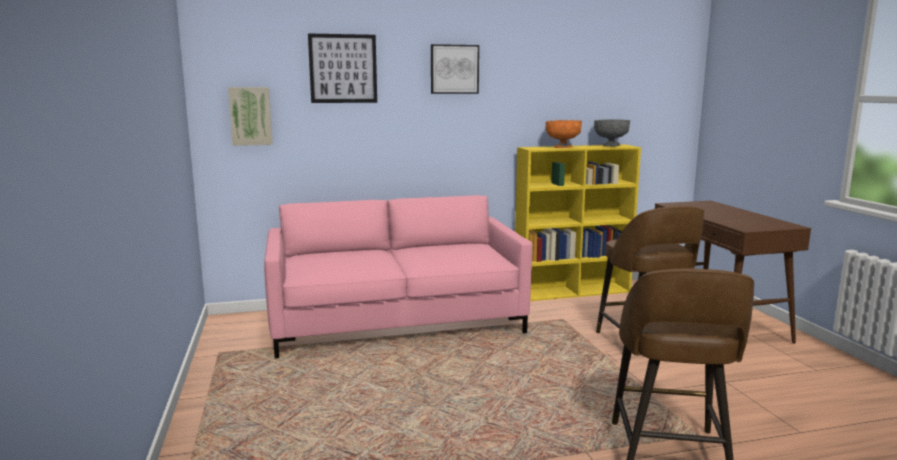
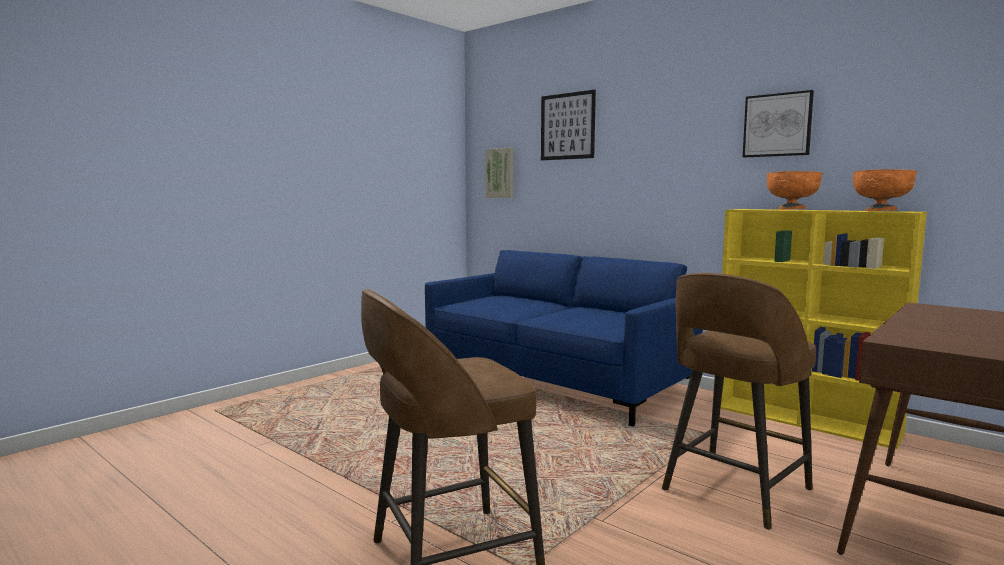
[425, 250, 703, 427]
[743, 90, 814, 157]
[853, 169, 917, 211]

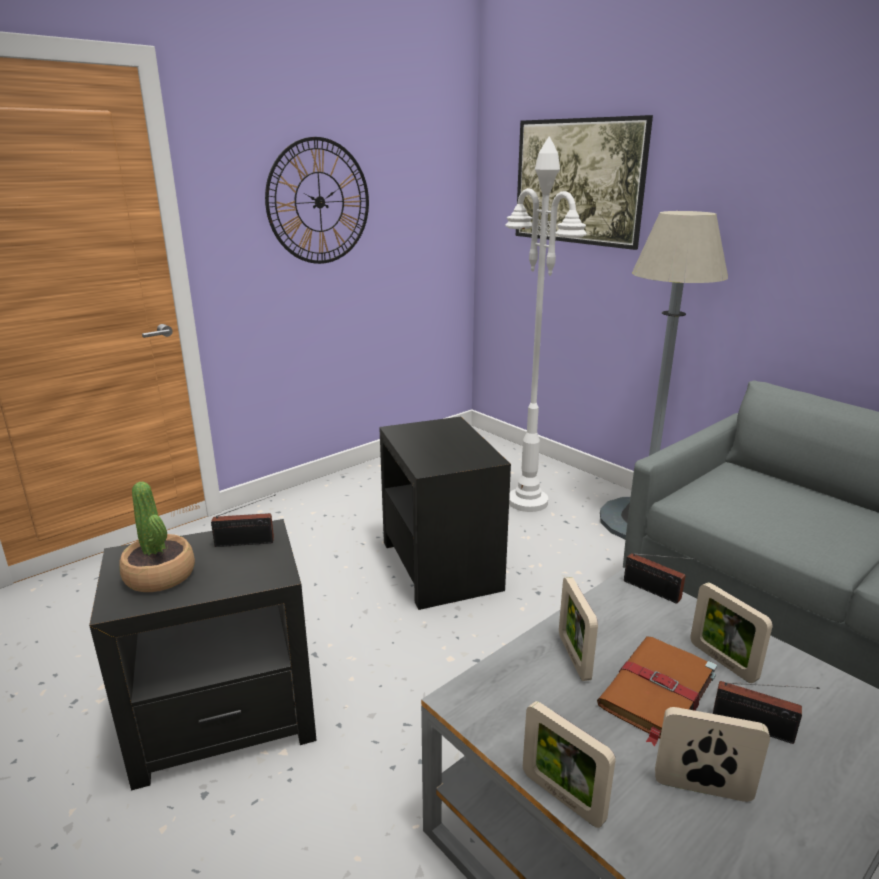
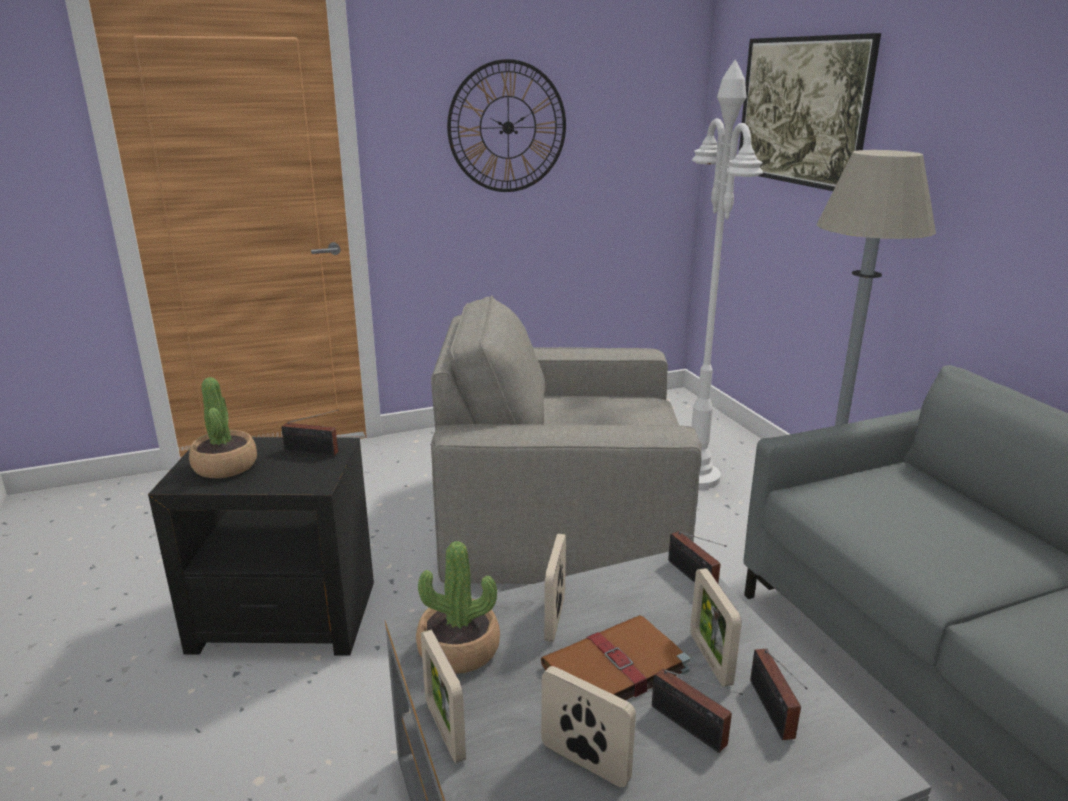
[431, 295, 702, 584]
[416, 541, 500, 674]
[750, 649, 808, 740]

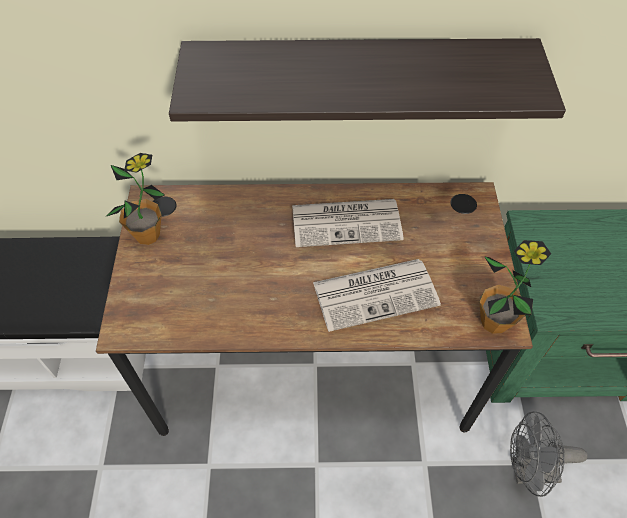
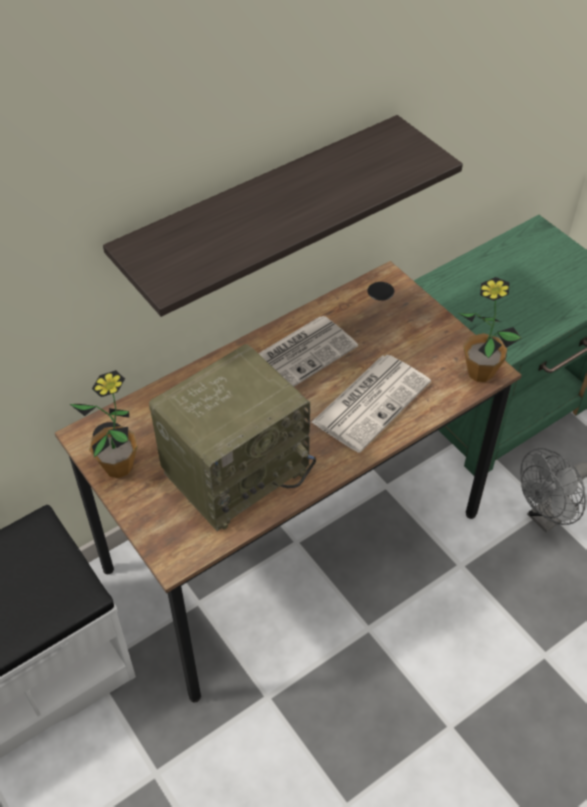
[149, 344, 316, 531]

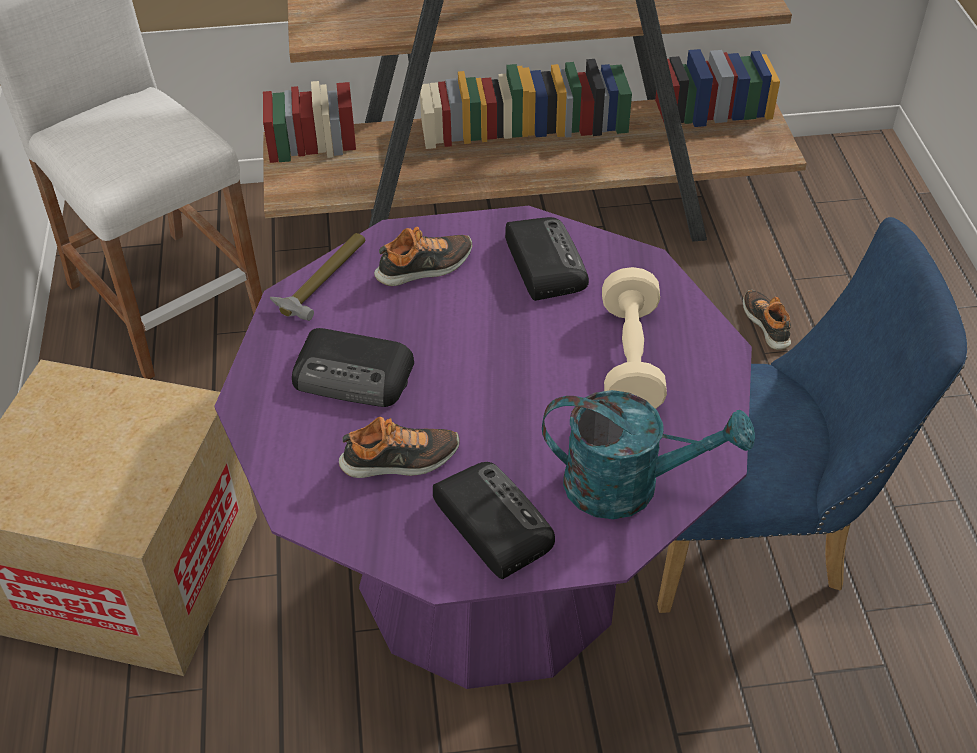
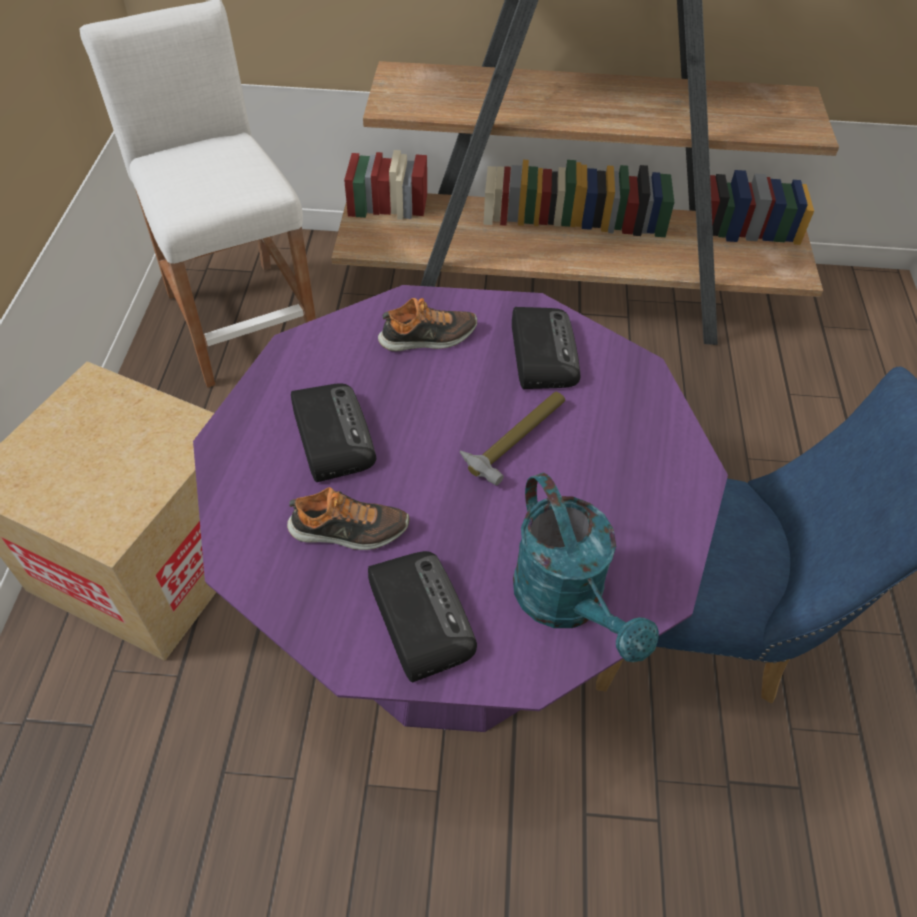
[460, 392, 565, 486]
[291, 383, 376, 482]
[513, 473, 659, 662]
[602, 267, 667, 409] (first image)
[743, 290, 791, 350] (first image)

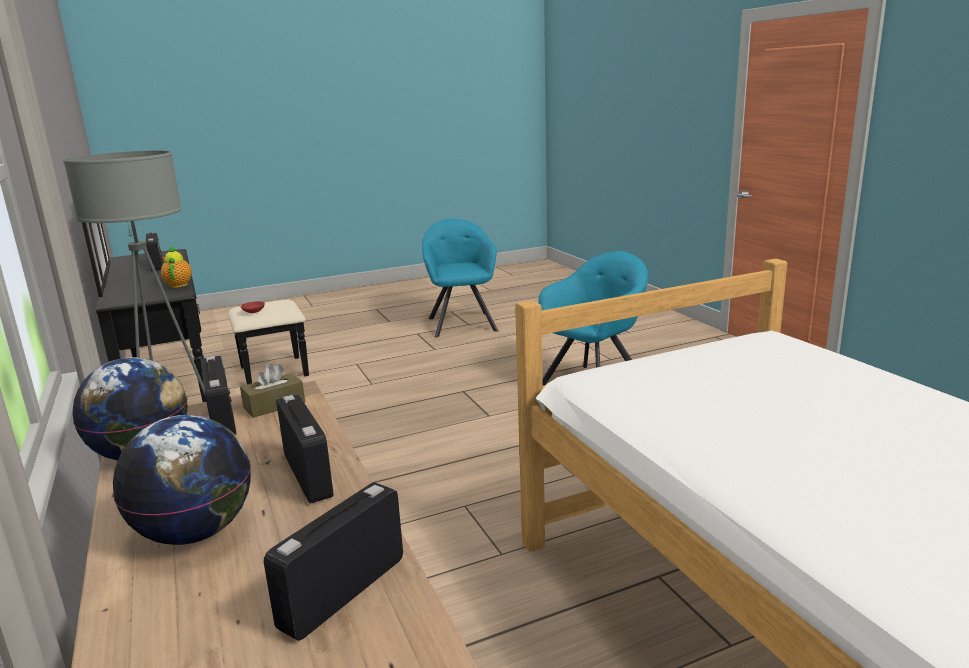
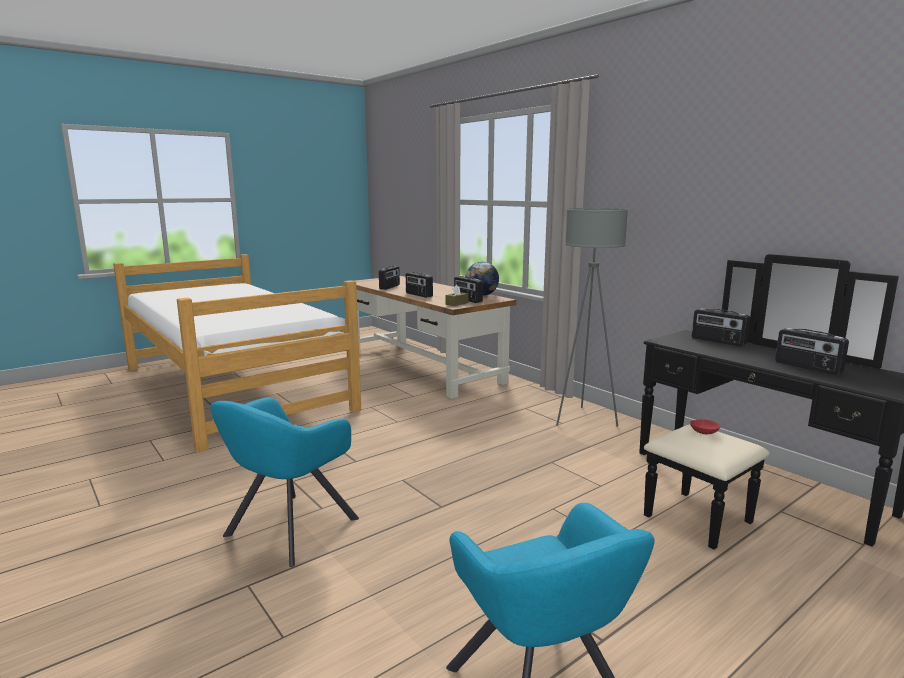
[113, 415, 251, 545] (first image)
[161, 245, 192, 288] (first image)
[692, 308, 750, 347]

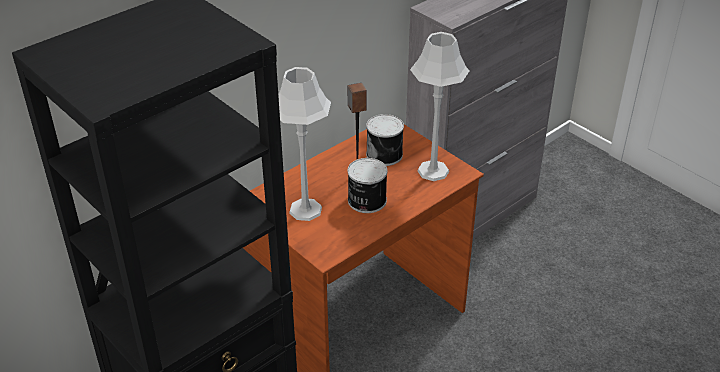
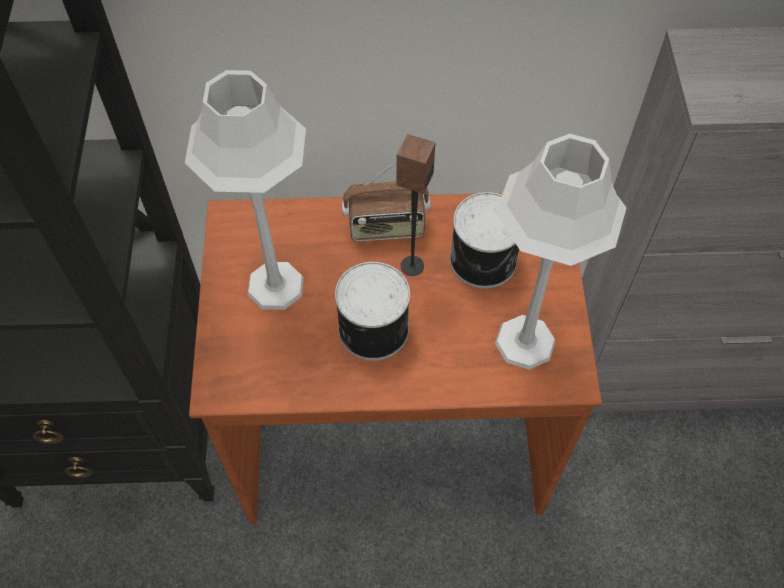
[342, 162, 430, 242]

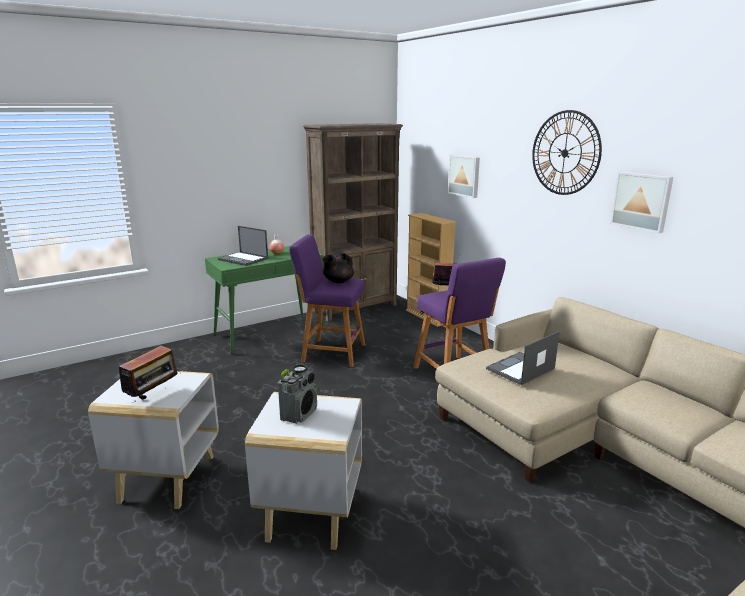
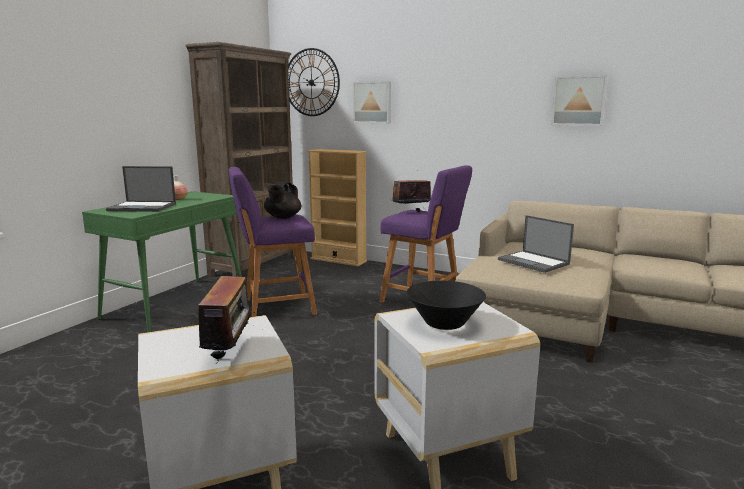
[407, 281, 486, 330]
[498, 215, 574, 273]
[288, 48, 340, 116]

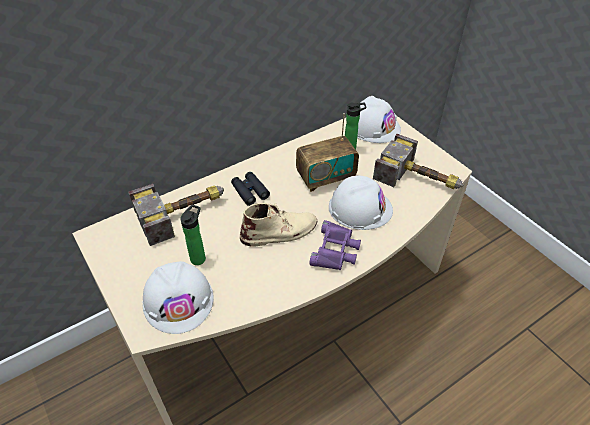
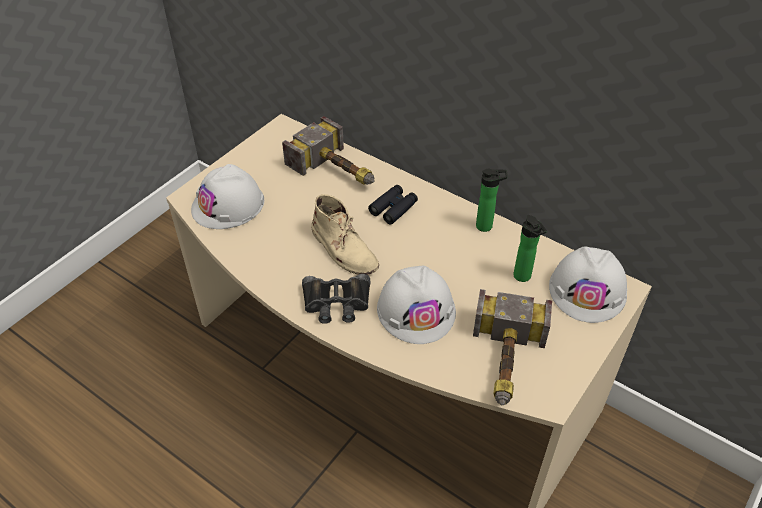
[476, 169, 507, 232]
[296, 113, 359, 192] (first image)
[302, 274, 370, 324]

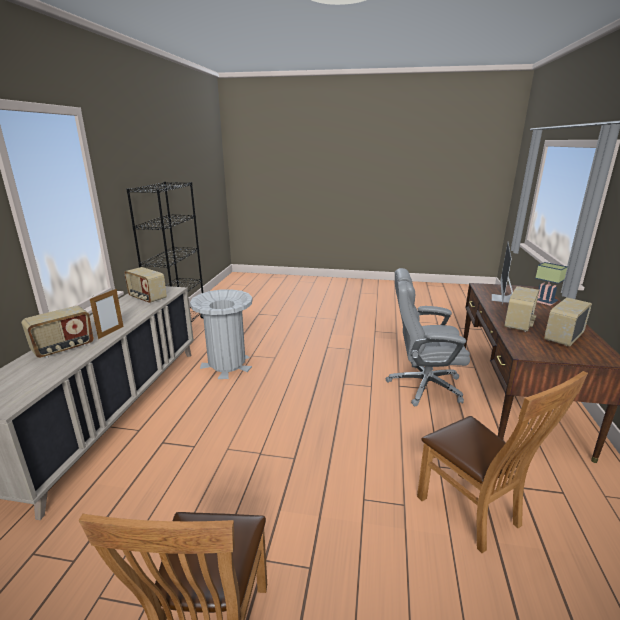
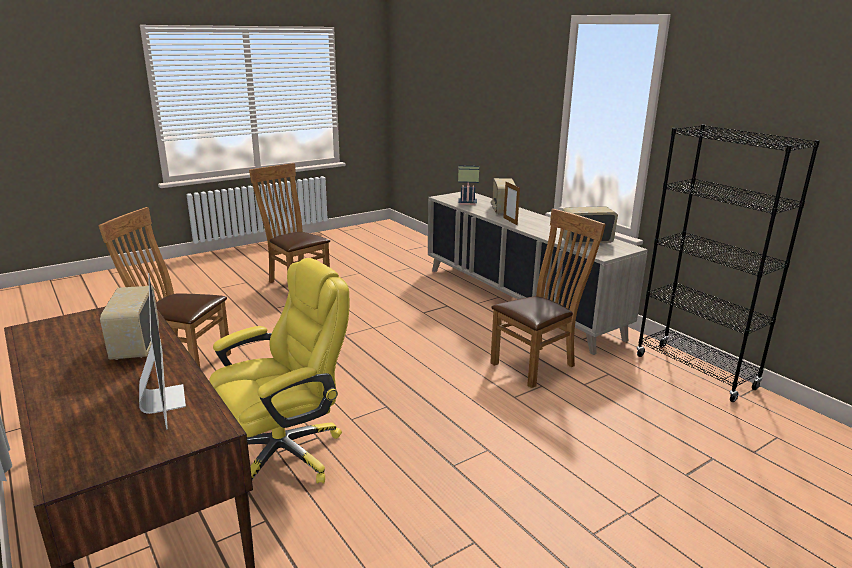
[490, 209, 606, 388]
[209, 258, 349, 484]
[458, 165, 479, 205]
[544, 297, 592, 347] (first image)

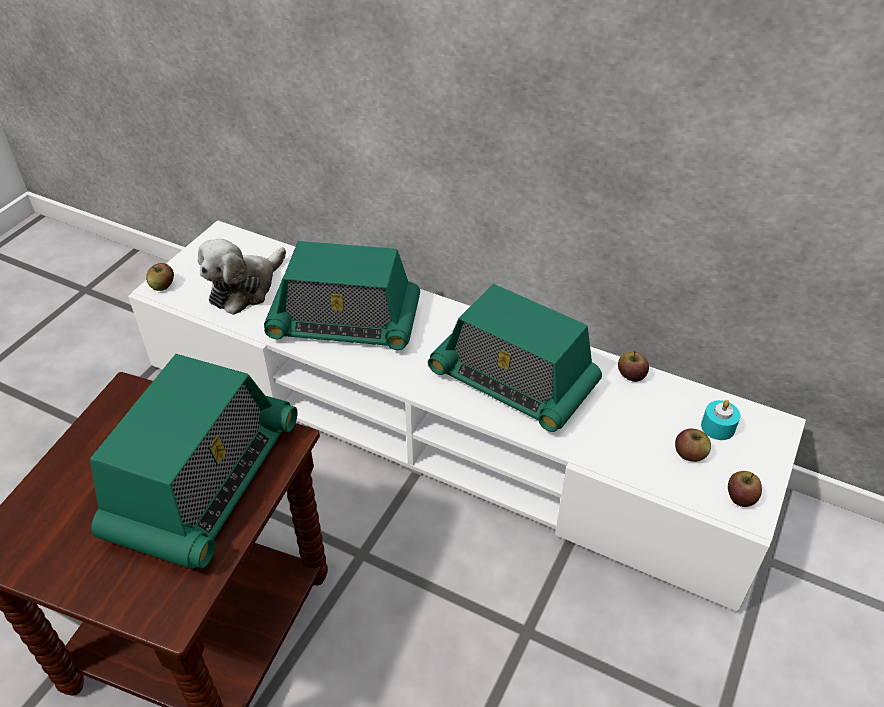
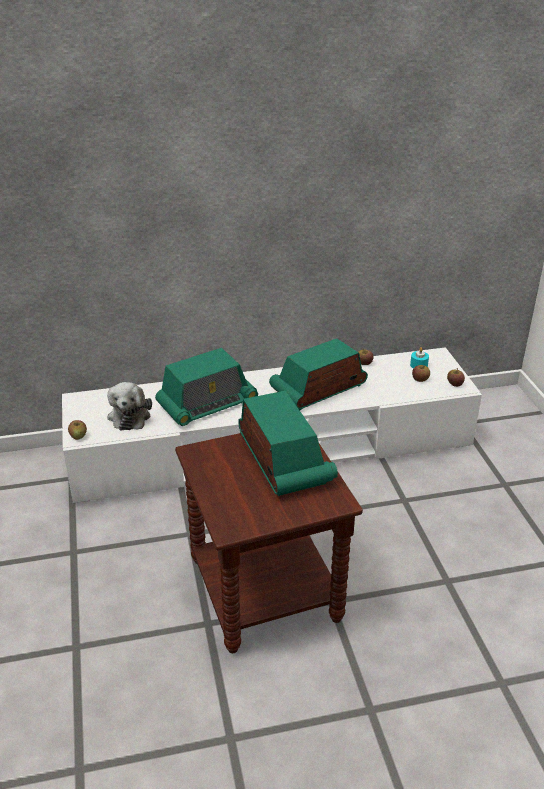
[269, 338, 368, 410]

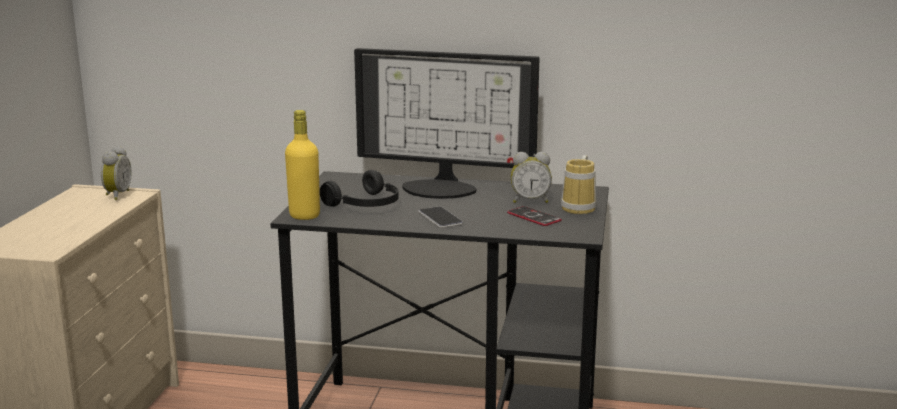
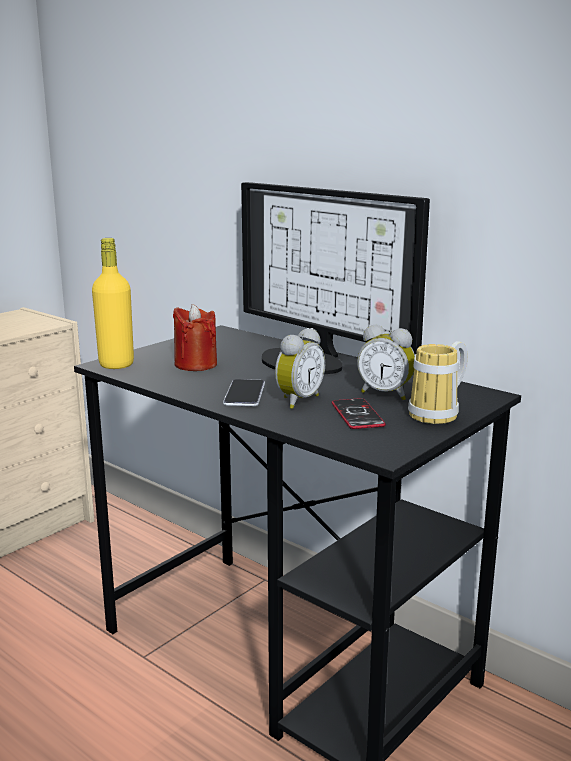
[275, 328, 326, 409]
[173, 304, 217, 371]

